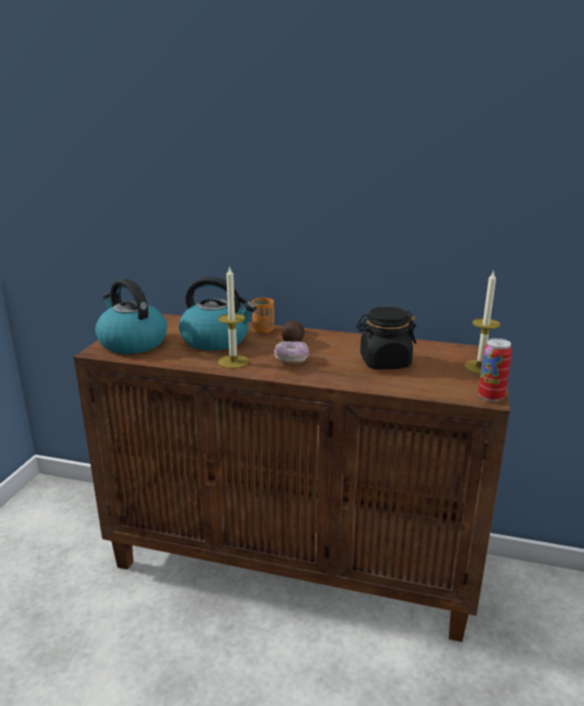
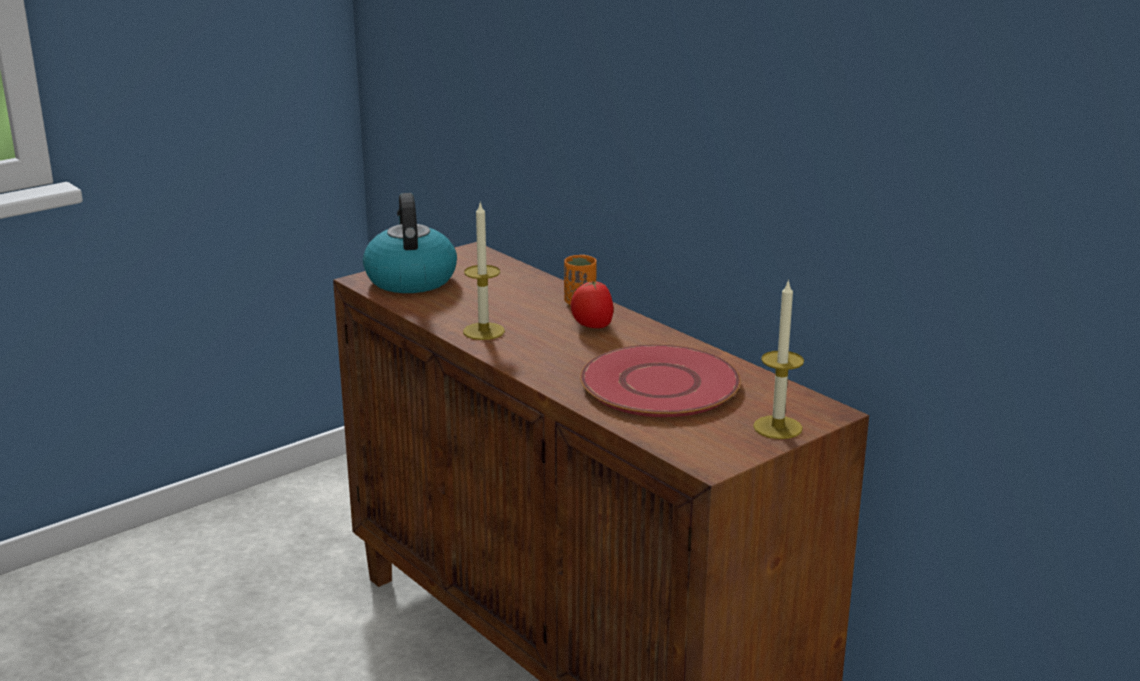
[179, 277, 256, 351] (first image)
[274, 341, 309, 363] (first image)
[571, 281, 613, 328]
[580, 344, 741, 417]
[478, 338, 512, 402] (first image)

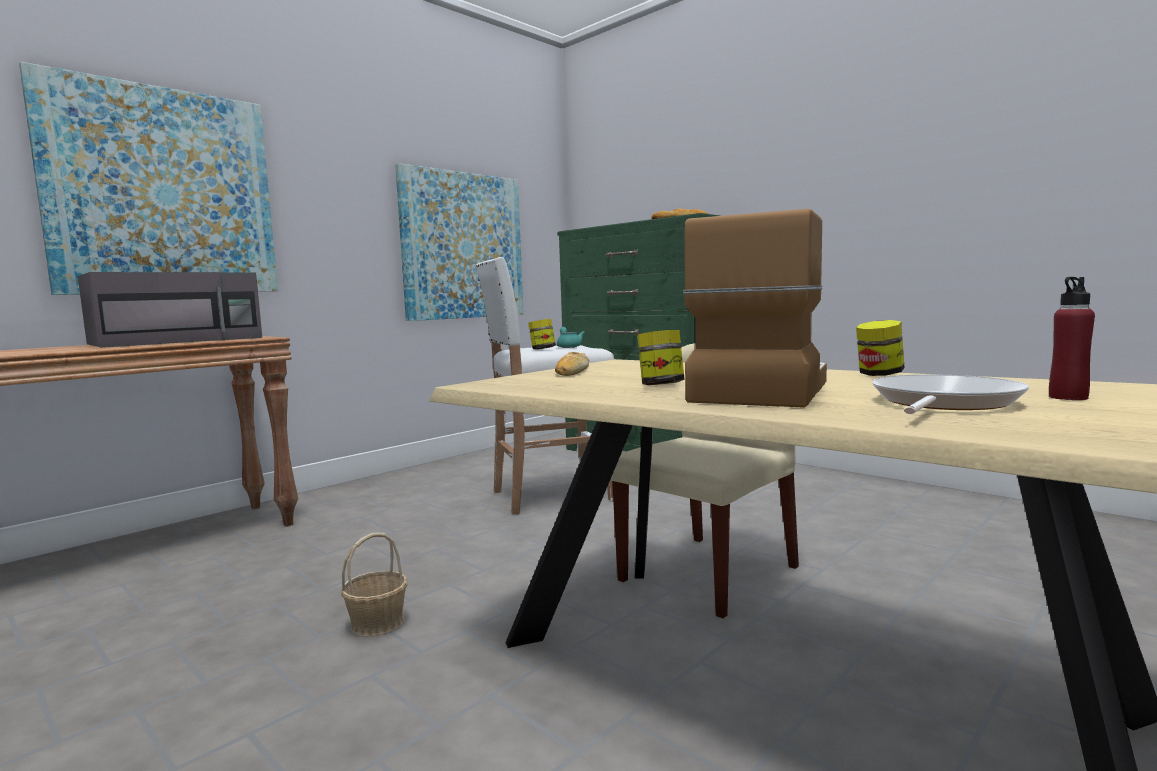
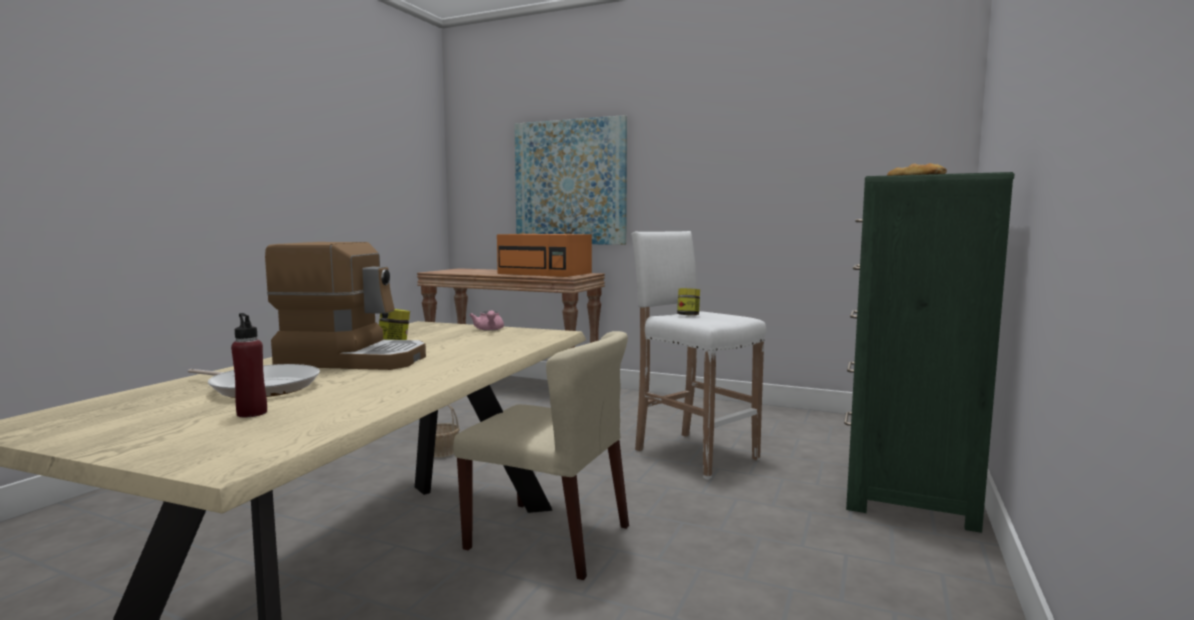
[497, 234, 592, 277]
[395, 163, 524, 321] (first image)
[469, 310, 504, 331]
[557, 327, 585, 348] (first image)
[856, 320, 905, 376] (first image)

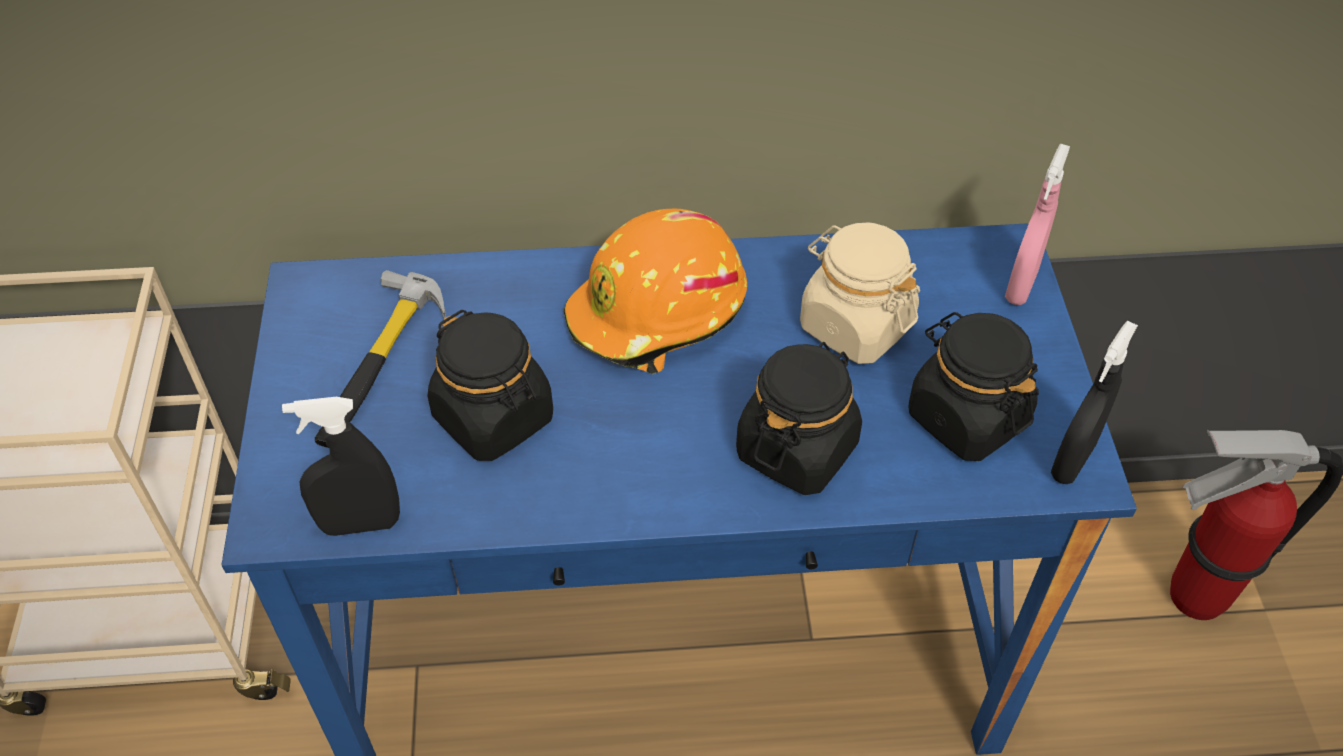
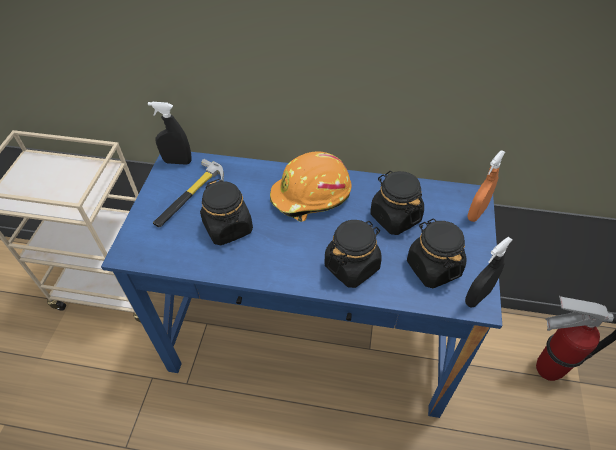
[148, 102, 192, 165]
[370, 171, 424, 235]
[467, 150, 505, 222]

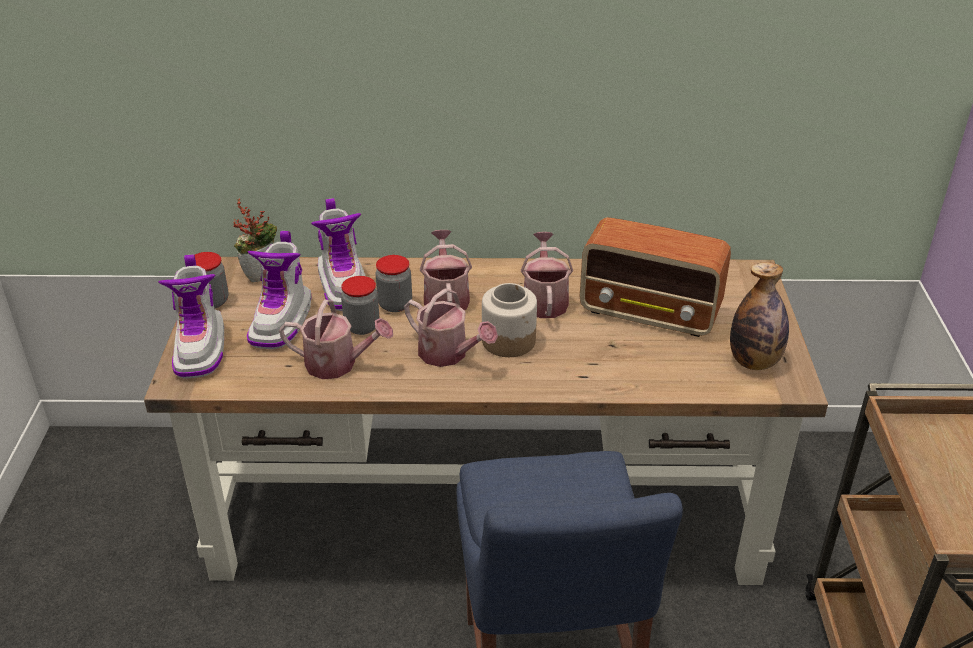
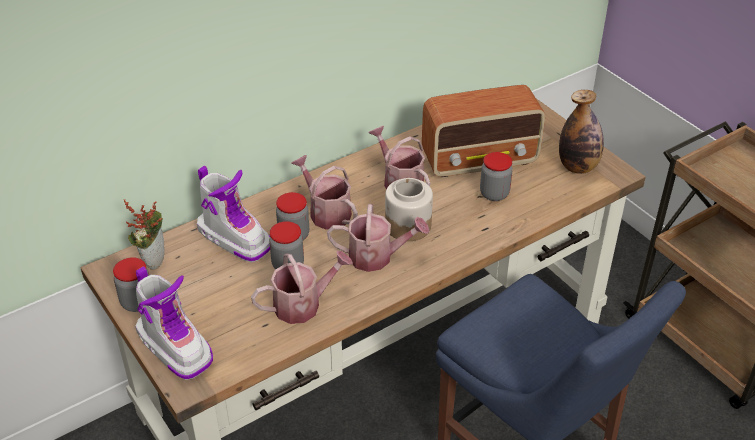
[247, 231, 311, 349] (first image)
[480, 152, 513, 201]

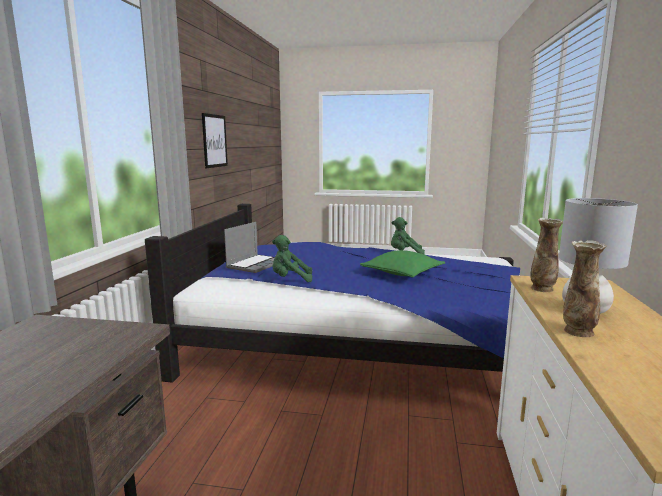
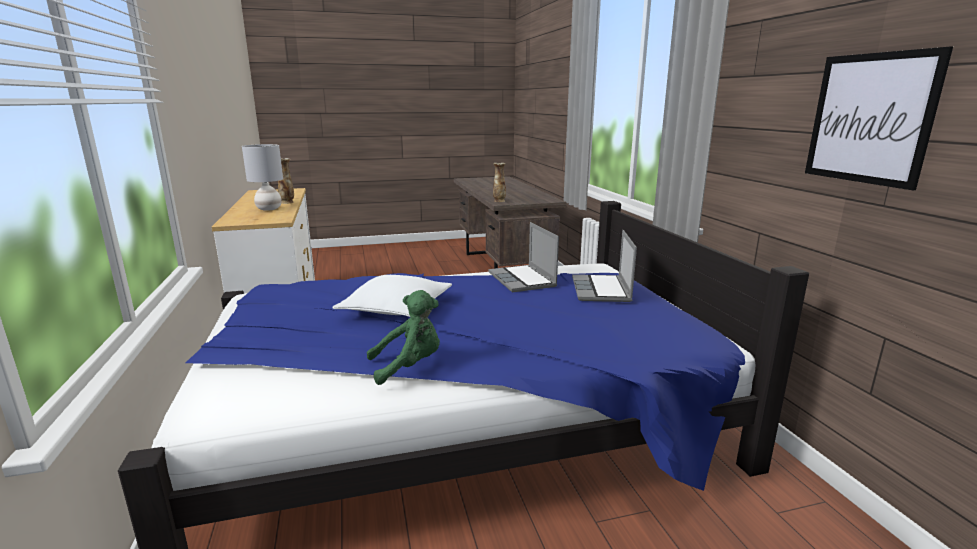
[489, 222, 559, 292]
[333, 275, 452, 317]
[493, 163, 506, 202]

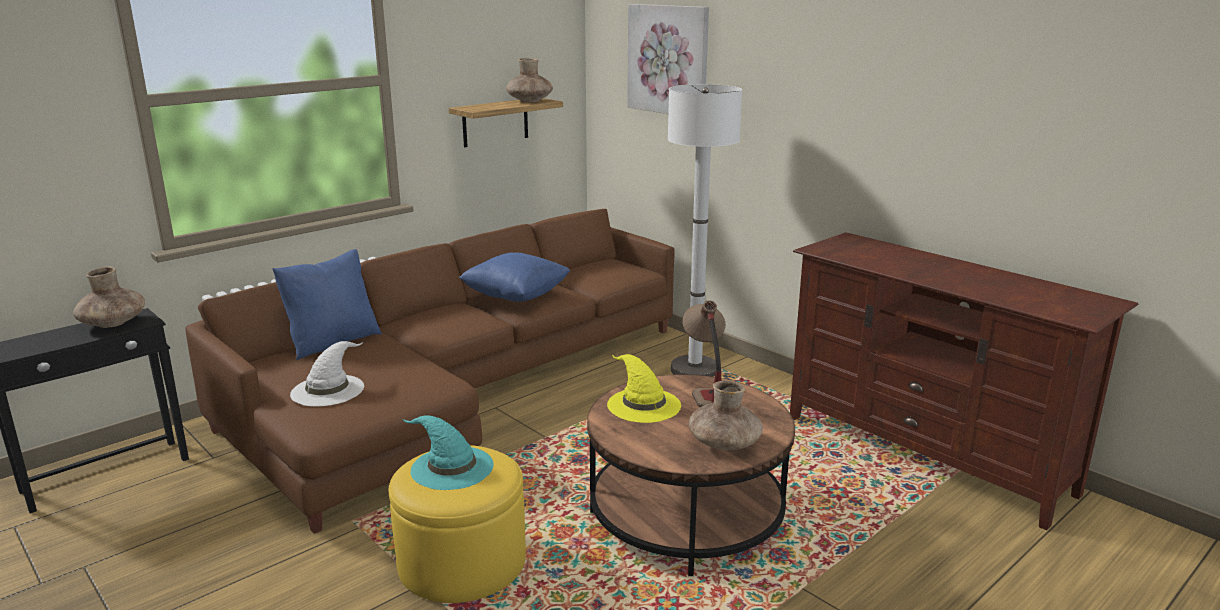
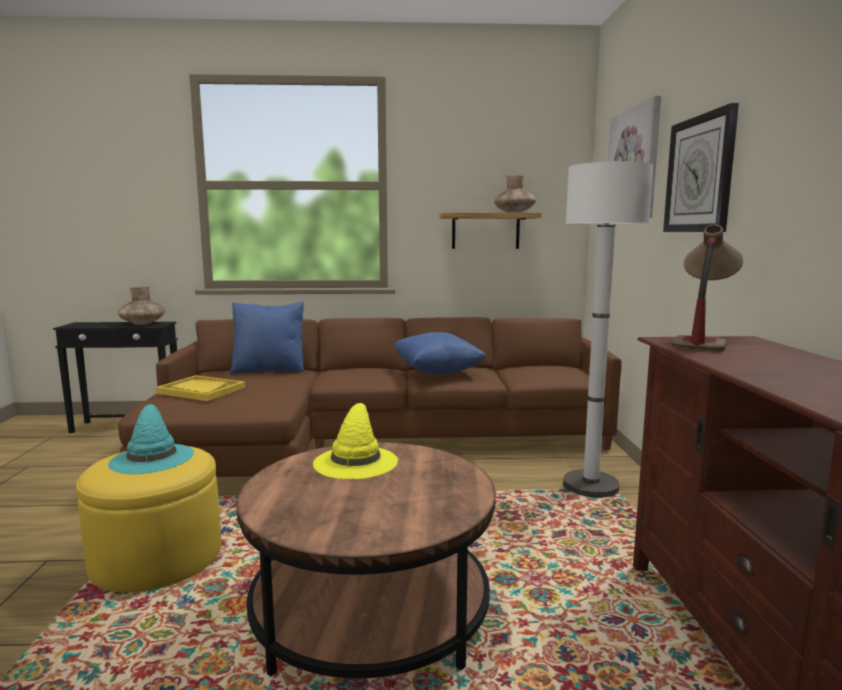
[156, 375, 245, 401]
[671, 225, 743, 352]
[689, 380, 763, 450] (first image)
[663, 103, 739, 232]

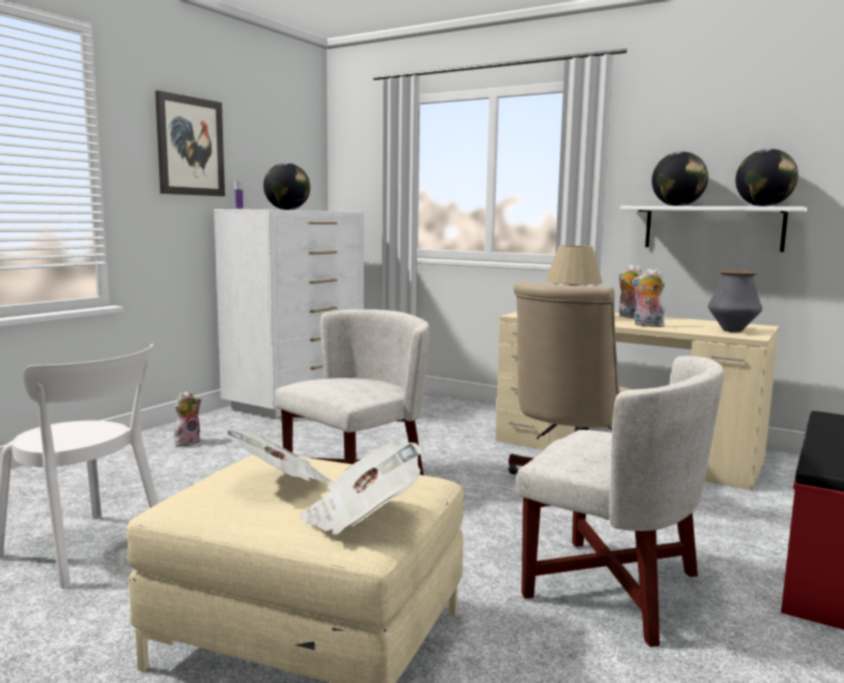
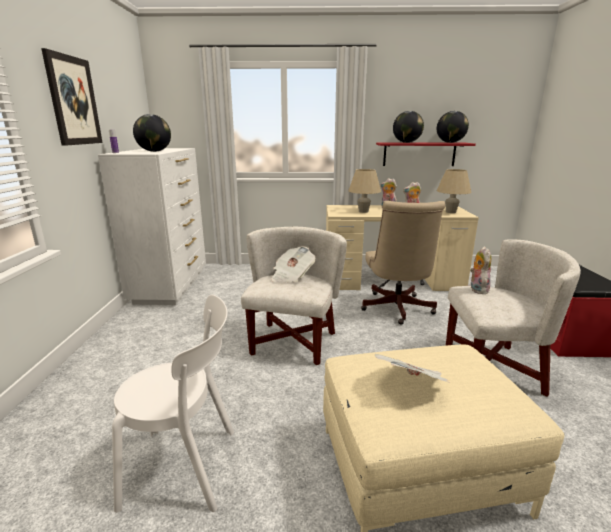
[470, 246, 491, 294]
[271, 246, 315, 282]
[376, 142, 476, 166]
[437, 169, 471, 213]

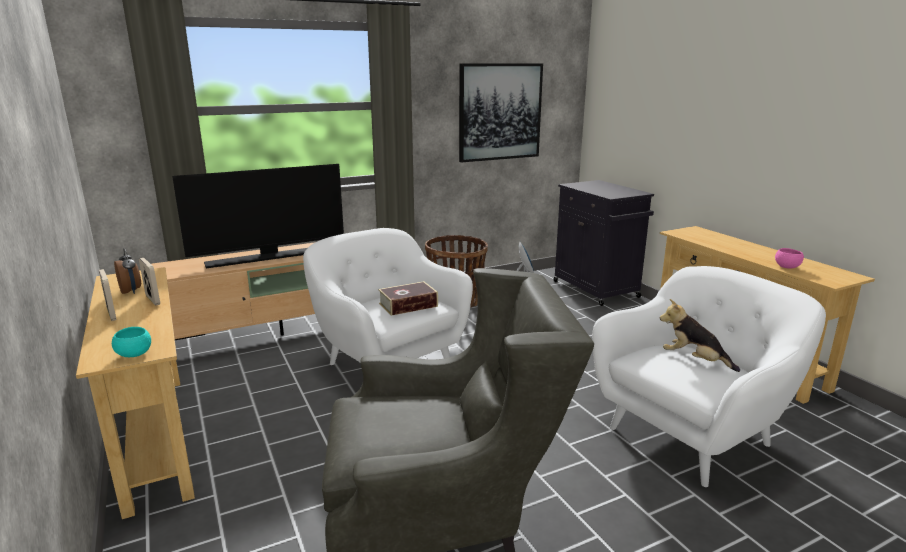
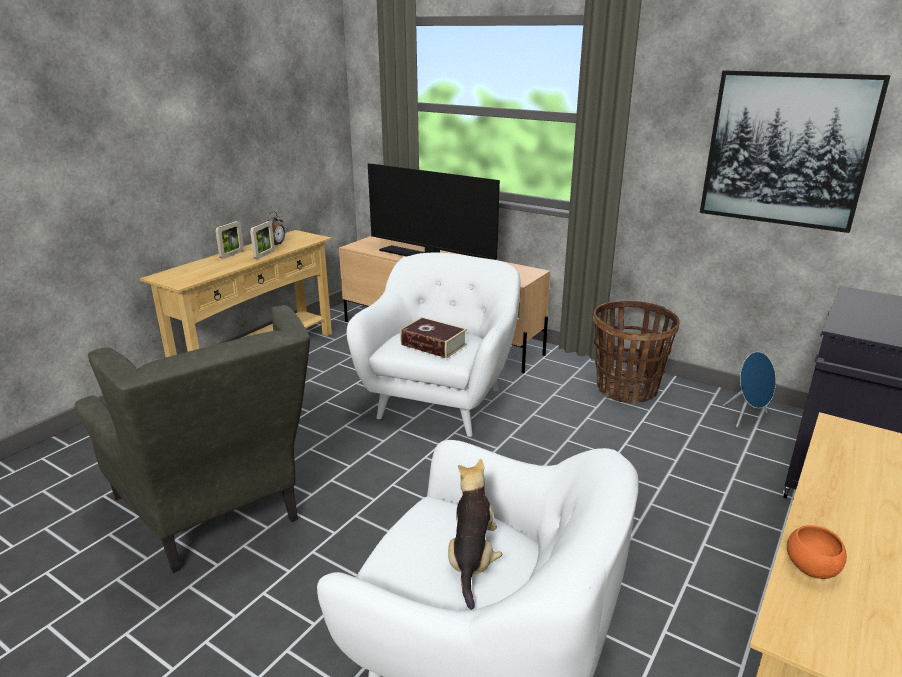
[112, 327, 151, 357] (first image)
[787, 525, 847, 579]

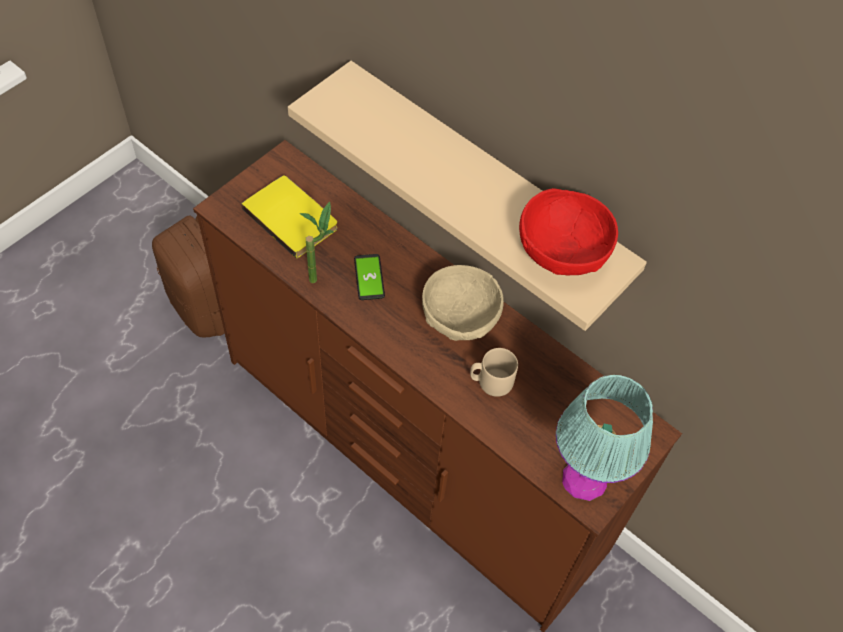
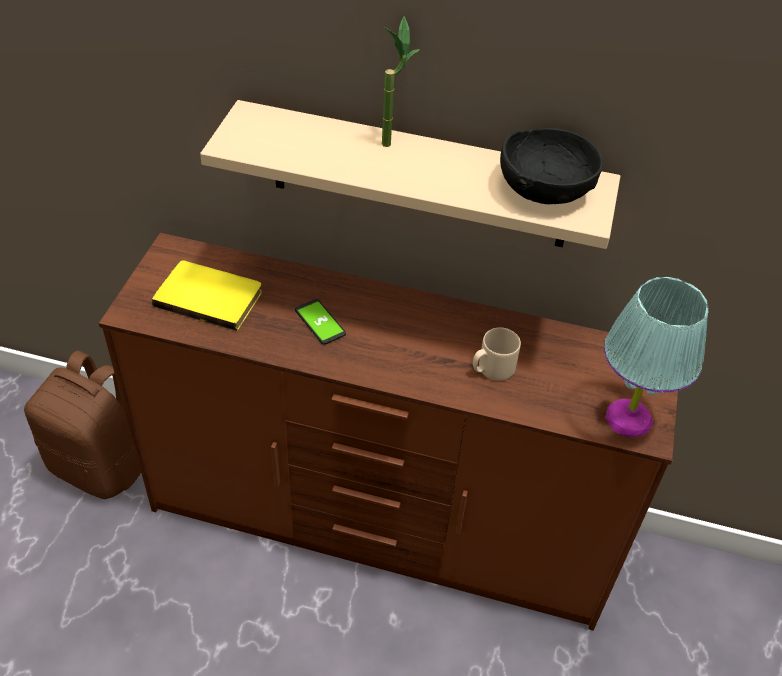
[382, 16, 420, 147]
[422, 265, 504, 341] (first image)
[500, 128, 603, 204]

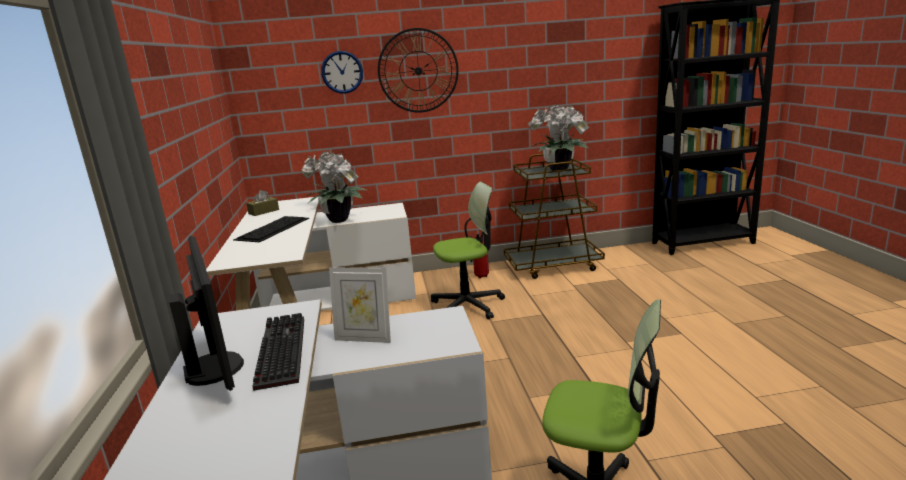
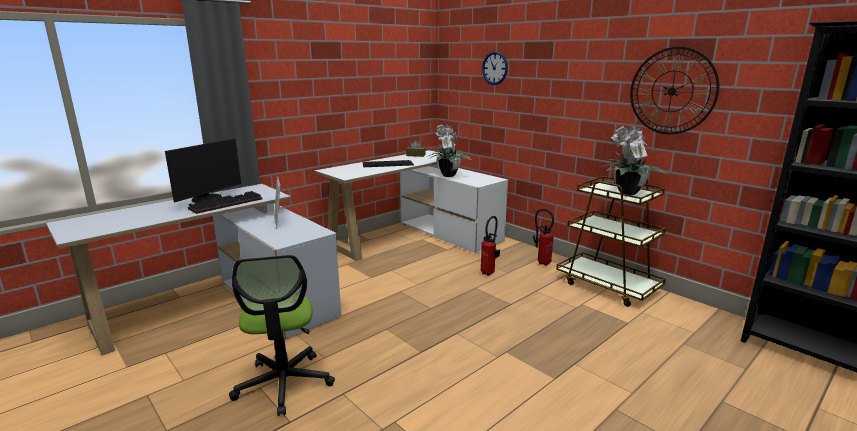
[630, 47, 719, 134]
[481, 216, 500, 276]

